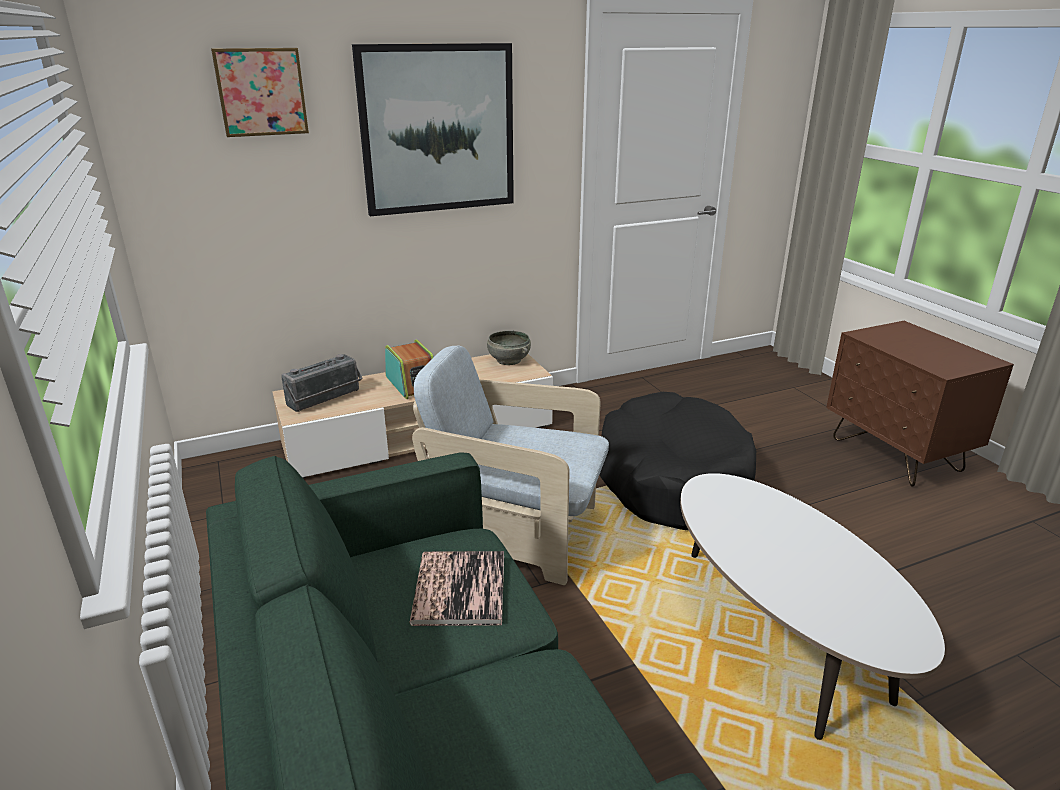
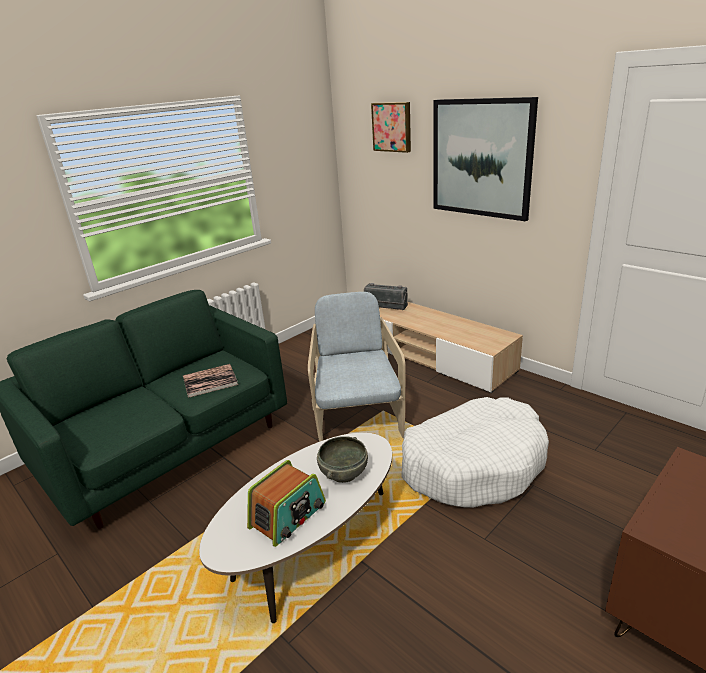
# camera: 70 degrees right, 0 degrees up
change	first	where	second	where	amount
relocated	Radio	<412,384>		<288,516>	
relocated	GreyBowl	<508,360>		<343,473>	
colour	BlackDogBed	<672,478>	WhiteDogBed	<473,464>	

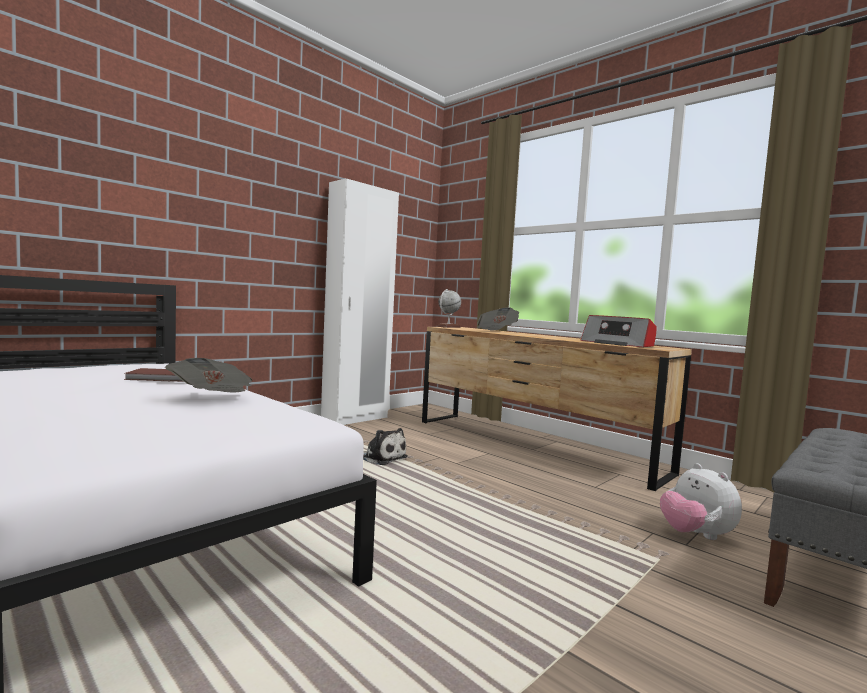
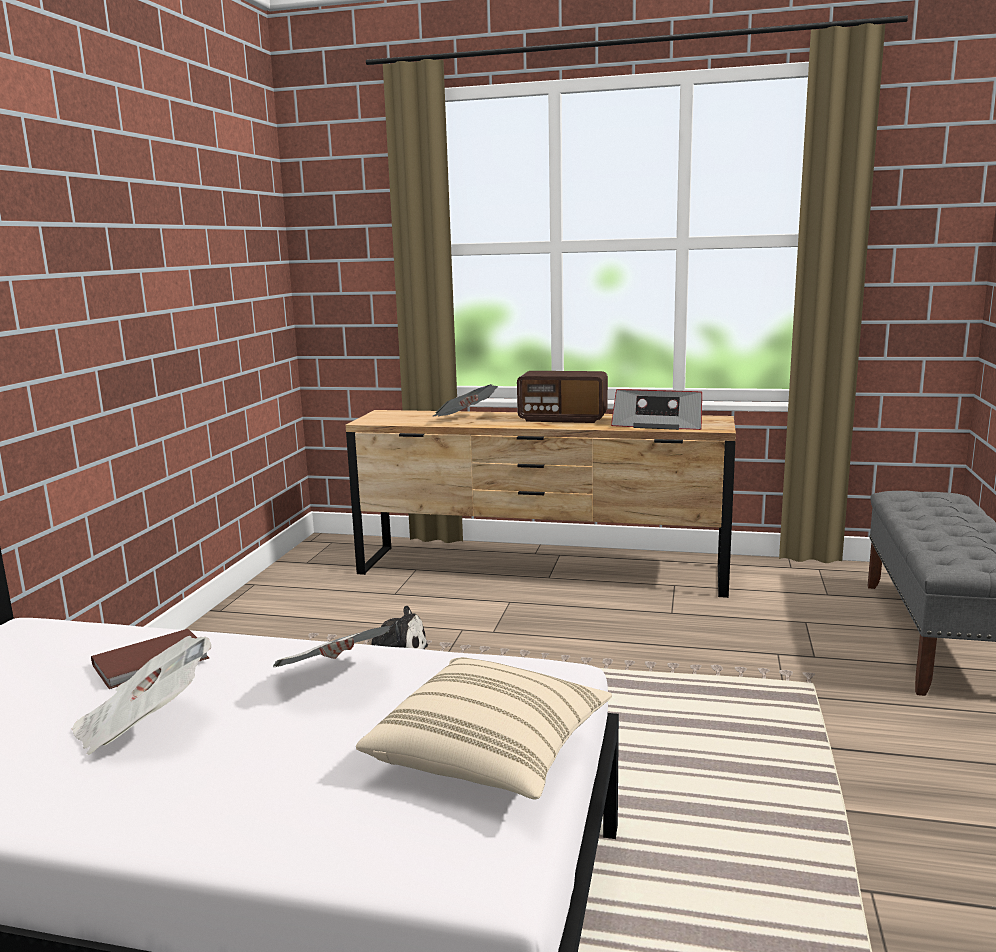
# camera: 30 degrees left, 10 degrees up
change	first	where	second	where	amount
missing	WhiteWardrobe	<355,419>			
missing	Globe	<448,327>			
missing	PlushToy	<696,535>			
appeared			Newspaper	<144,725>	
appeared			BeigePillow	<490,756>	
appeared			Radio	<563,419>	

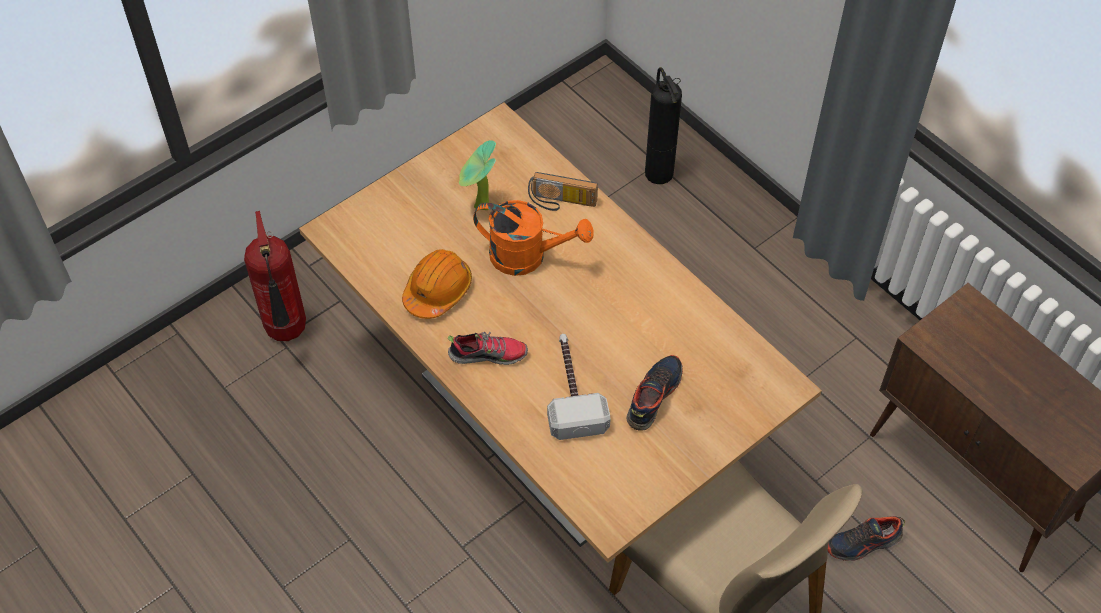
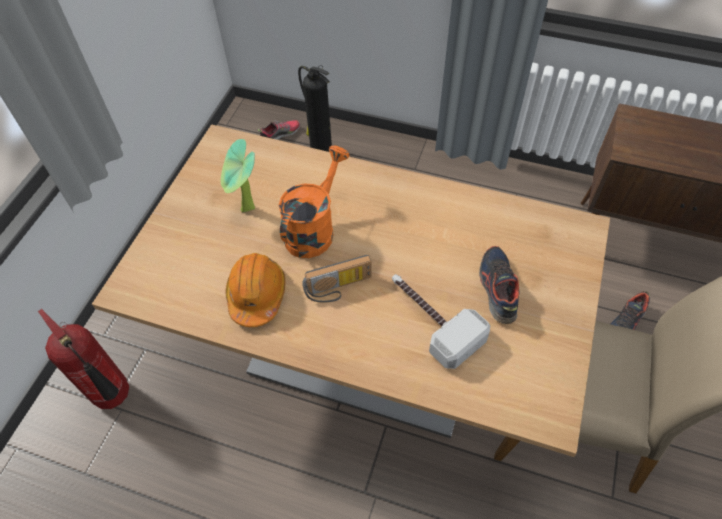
# camera: 30 degrees left, 0 degrees up
change	first	where	second	where	amount
relocated	Shoe	<488,354>		<280,134>	
relocated	Radio	<561,203>		<339,289>	
spun	OrangeWateringCan	<528,256>		<314,229>	45 degrees counterclockwise

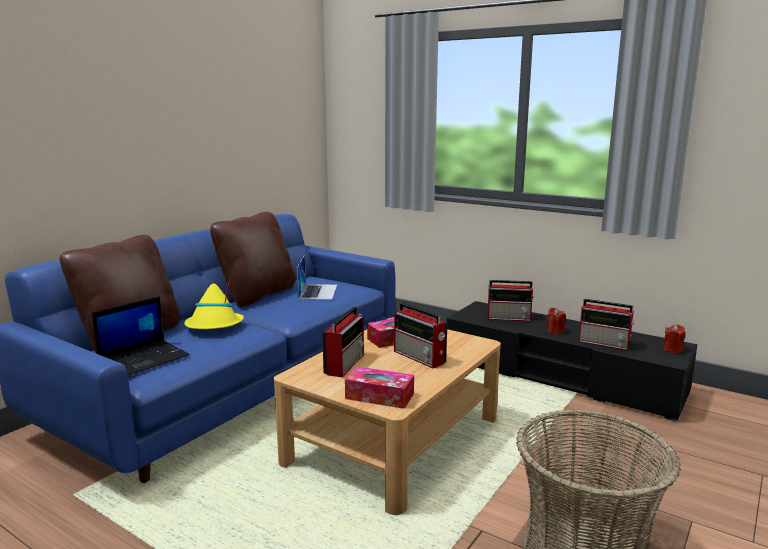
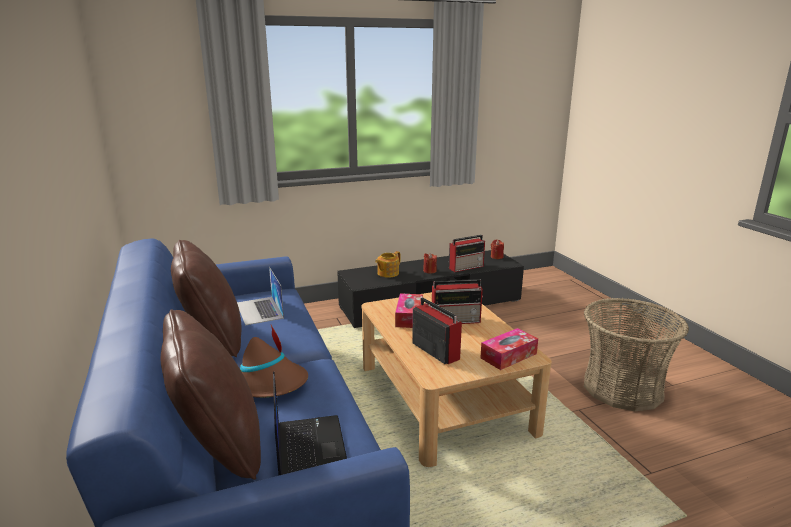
# camera: 55 degrees left, 5 degrees up
change	first	where	second	where	amount
exchanged	Radio	<509,318>	Teapot	<387,273>	
colour	YellowHat	<214,326>	BrownHat	<271,384>	
spun	Laptop	<317,291>		<259,310>	150 degrees counterclockwise

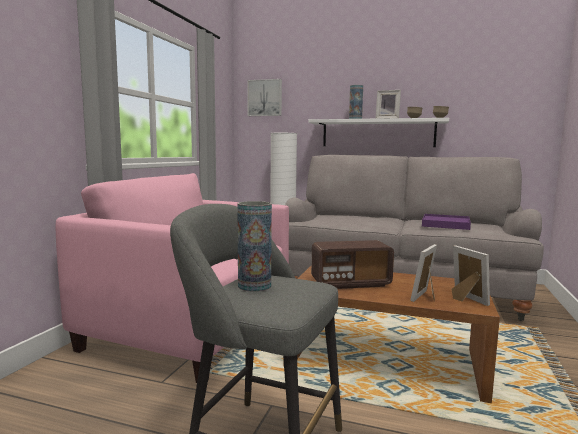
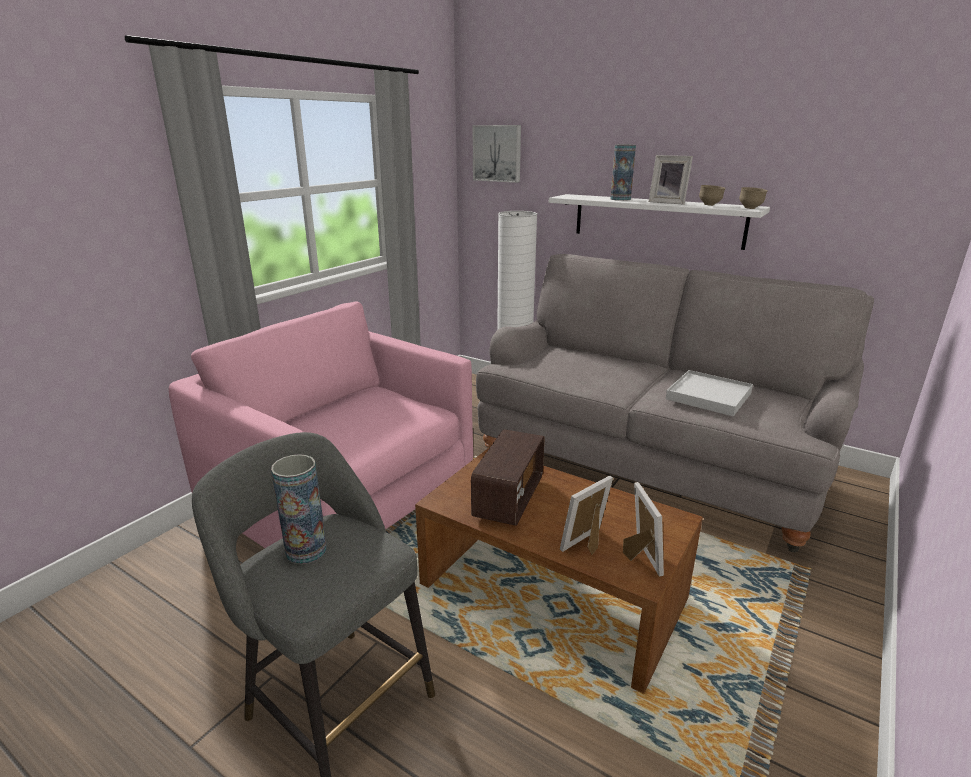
# camera: 15 degrees right, 15 degrees up
change	first	where	second	where	amount
colour	PurpleTray	<446,224>	WhiteTray	<709,396>	
spun	Radio	<350,283>		<508,498>	75 degrees counterclockwise

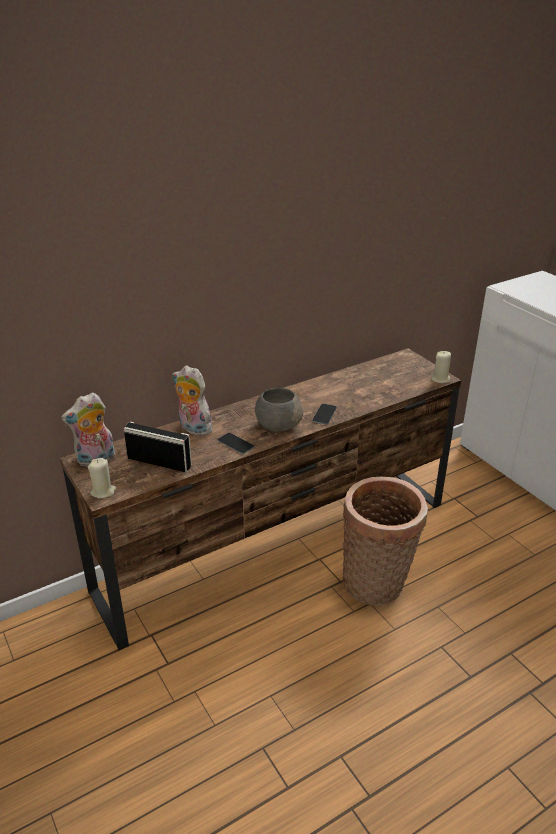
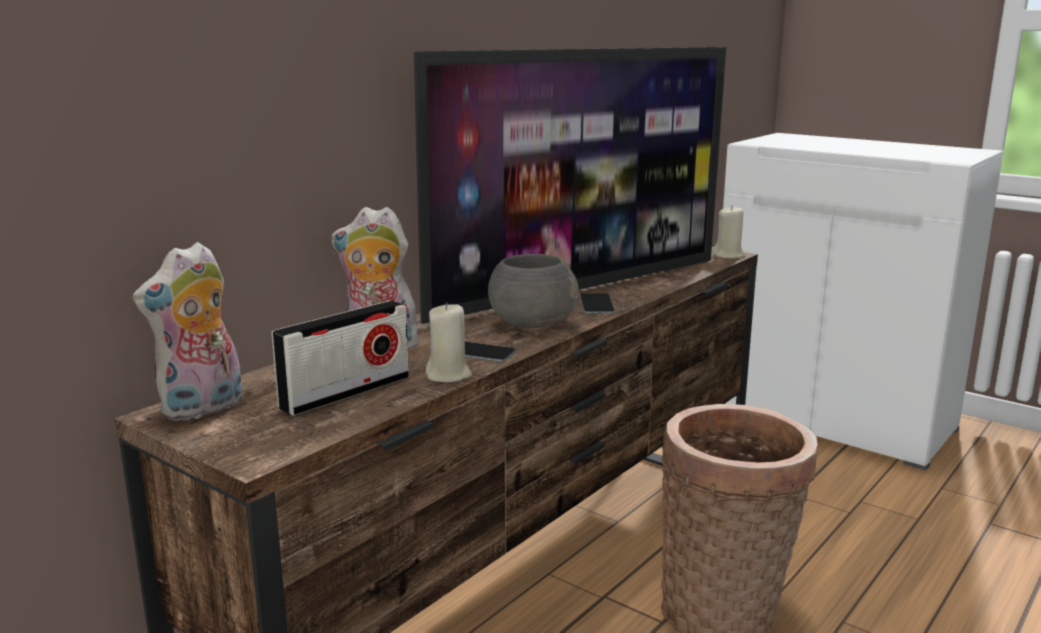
# camera: 20 degrees left, 15 degrees down
change	first	where	second	where	amount
appeared			Television	<579,288>	
relocated	BeigeCandle	<103,491>		<449,375>	
spun	Radio	<159,462>		<346,393>	135 degrees clockwise

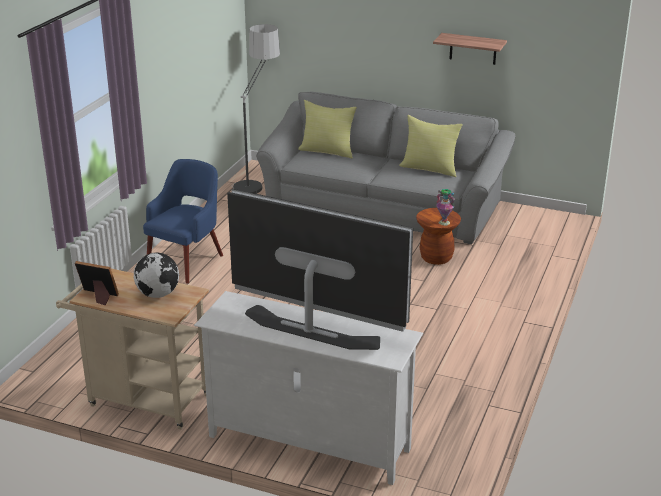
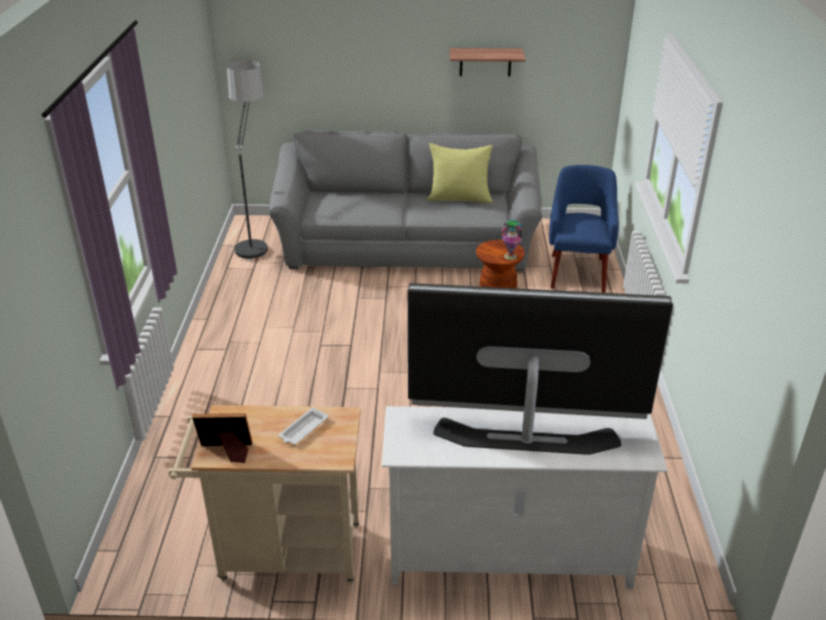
# camera: 20 degrees left, 5 degrees up
change	first	where	second	where	amount
missing	YellowPillow	<328,151>			
relocated	BlueArmchair	<187,262>		<577,271>	
exchanged	Globe	<158,294>	WhiteTray	<303,430>	

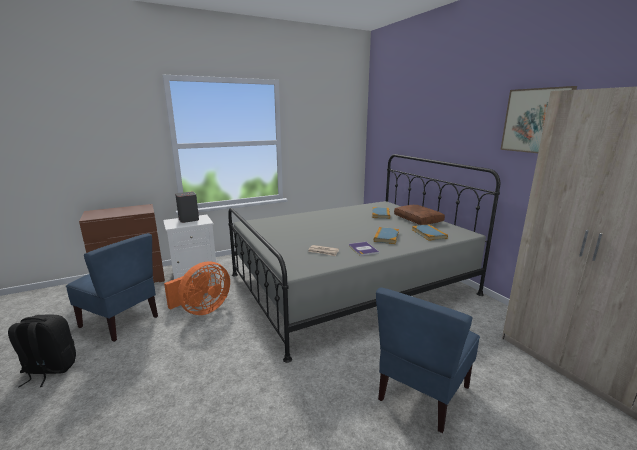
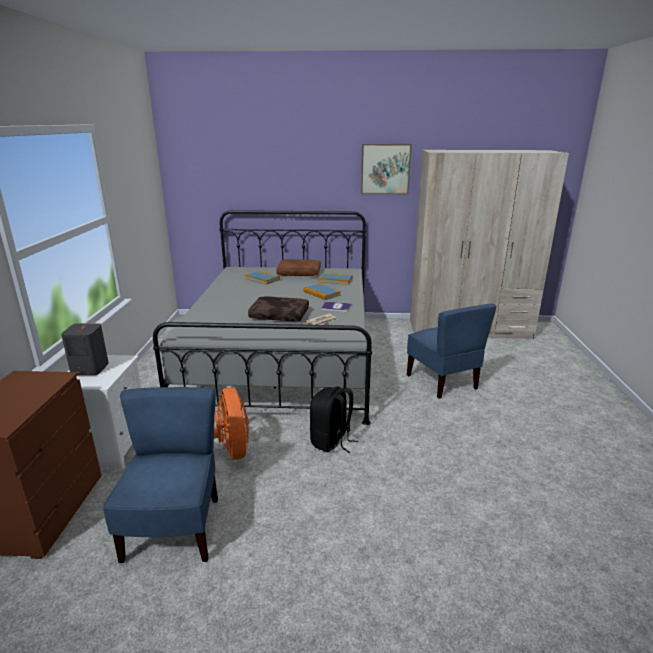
# camera: 60 degrees left, 5 degrees up
change	first	where	second	where	amount
appeared			BrownPillow	<280,315>	
relocated	BlackBackpack	<49,370>		<331,441>	
spun	BlueChair	<121,321>		<175,529>	60 degrees counterclockwise

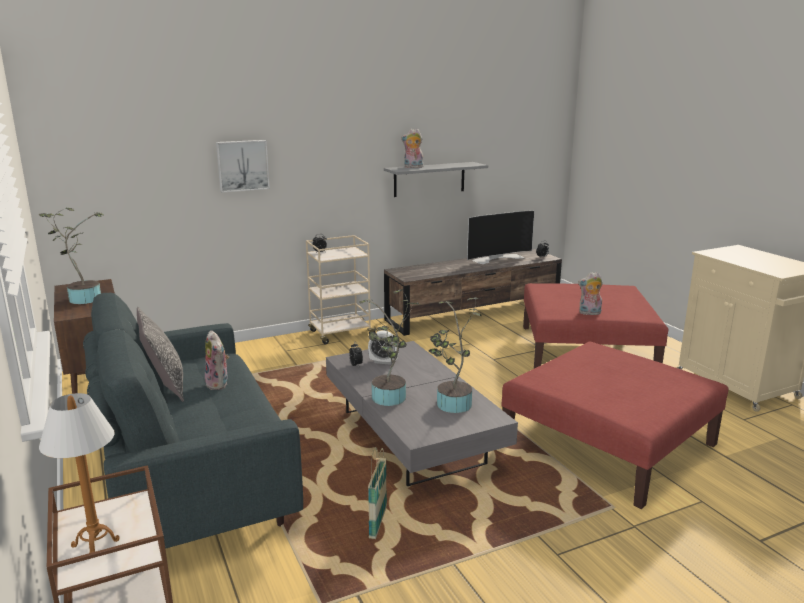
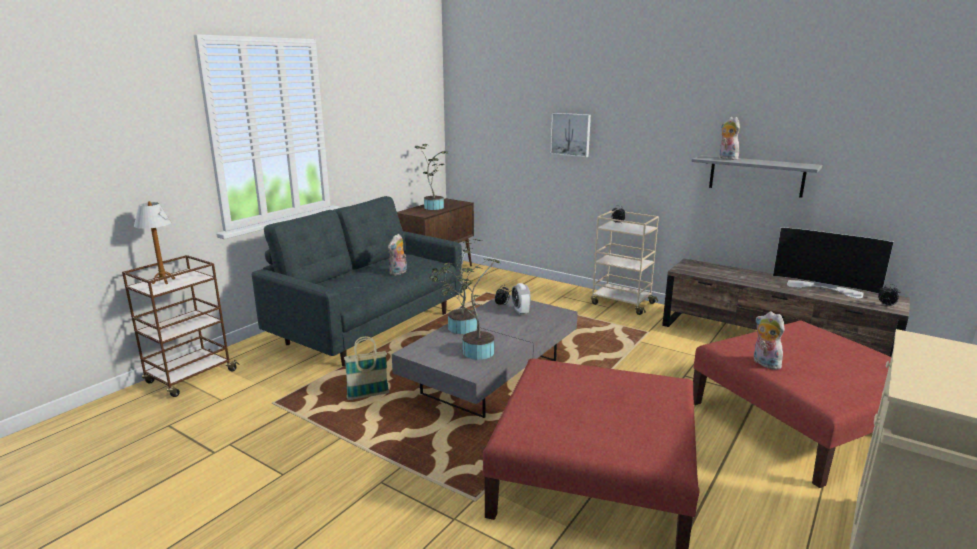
# camera: 60 degrees right, 0 degrees up
change	first	where	second	where	amount
missing	Pillow	<165,387>			

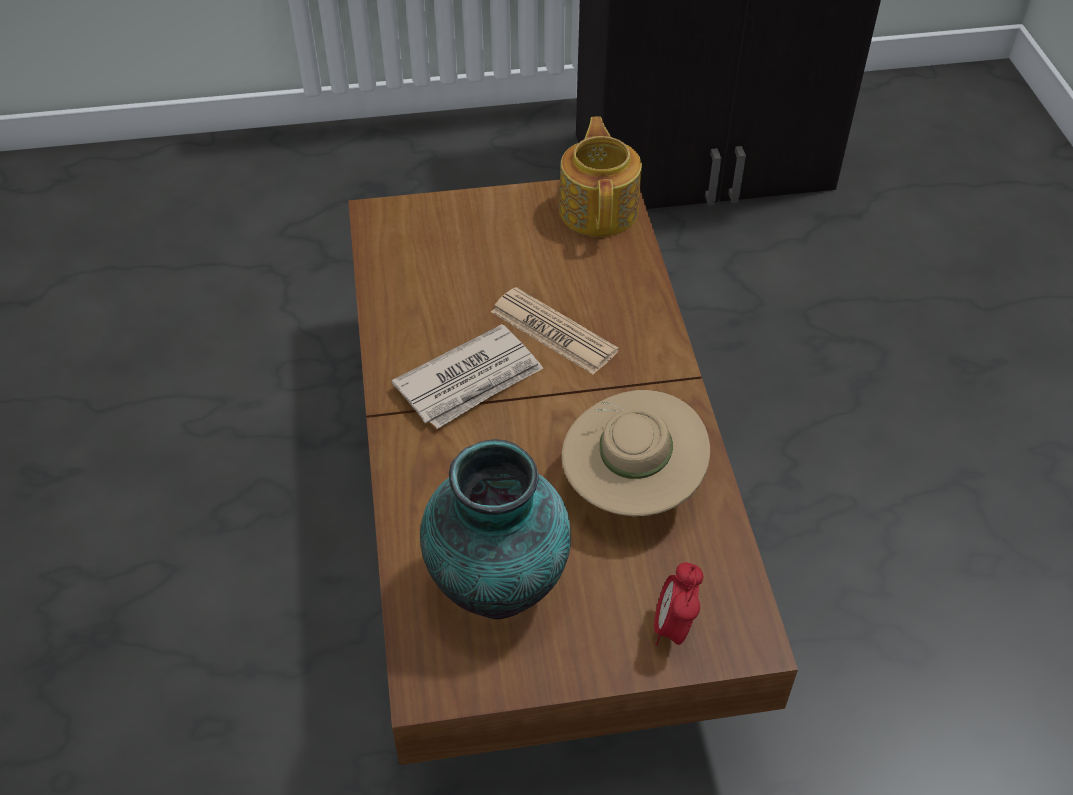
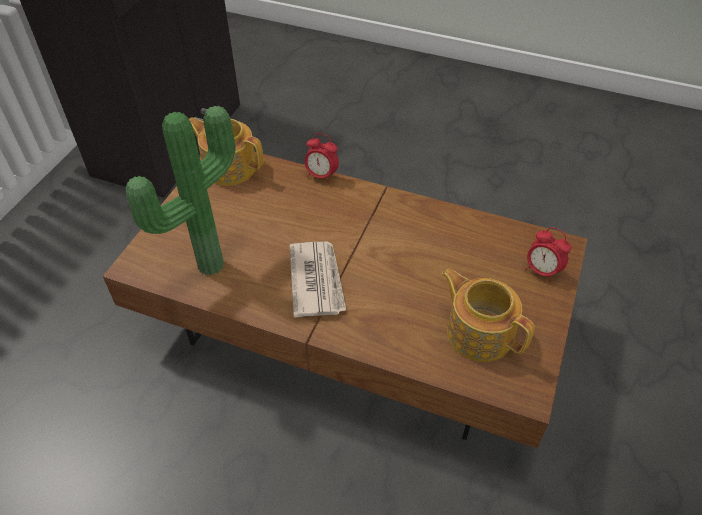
# camera: 60 degrees left, 0 degrees up
change	first	where	second	where	amount
missing	Newspaper	<553,332>			
missing	BeigeHat	<631,486>			
appeared			PottedPlant	<207,263>	
appeared			AlarmClock	<321,176>	
exchanged	Vase	<499,589>	Teapot	<479,332>	

